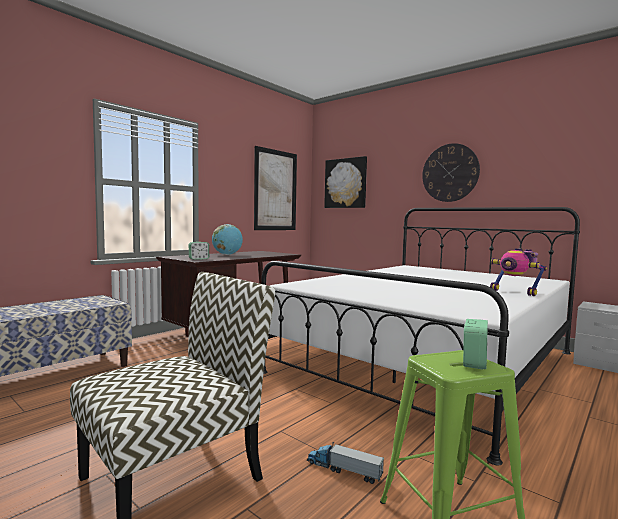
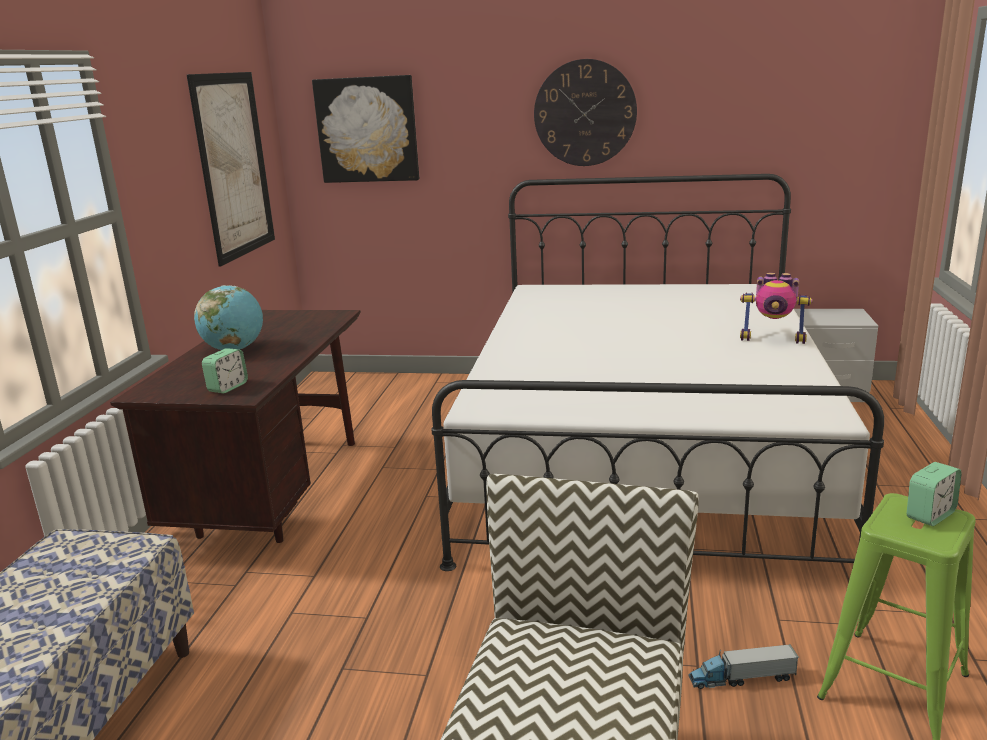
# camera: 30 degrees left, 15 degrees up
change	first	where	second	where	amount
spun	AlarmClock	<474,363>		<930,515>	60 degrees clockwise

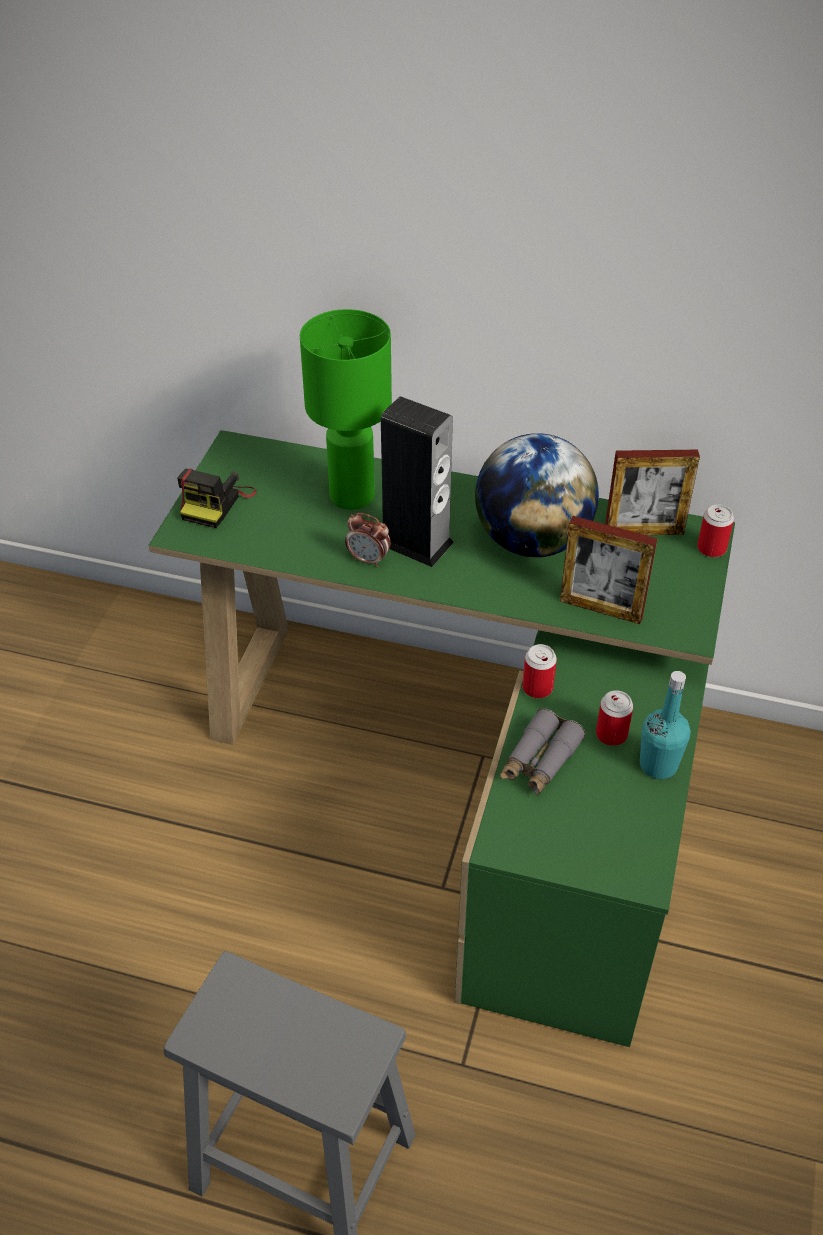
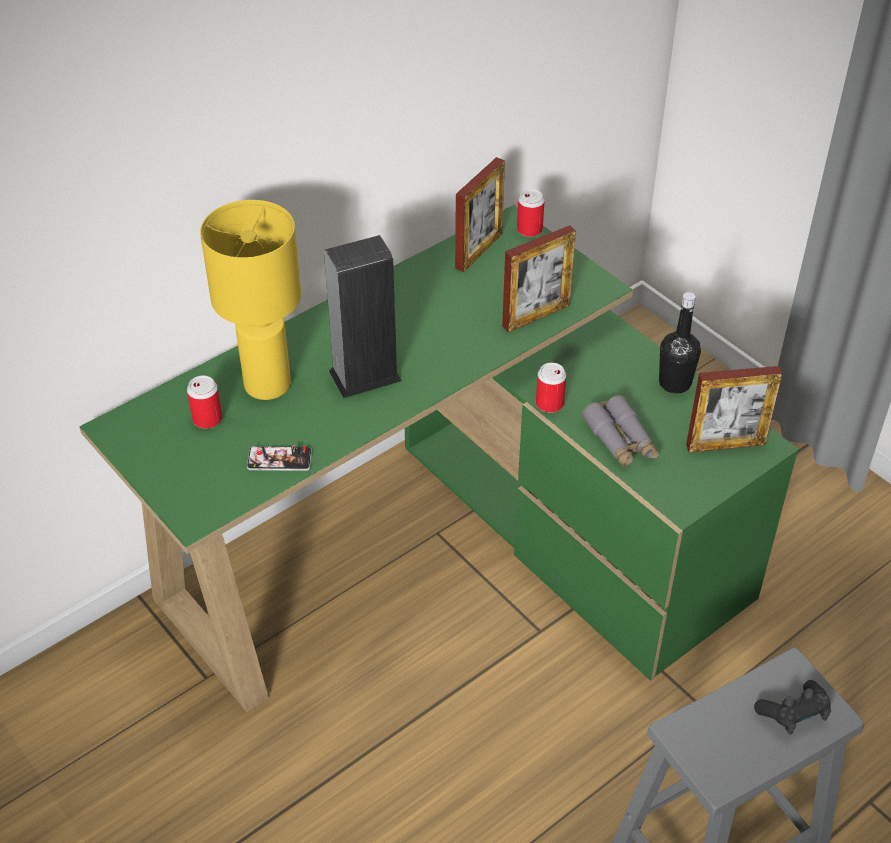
# camera: 55 degrees left, 0 degrees up
change	first	where	second	where	amount
missing	PhotoCamera	<216,503>			
missing	AlarmClock	<368,560>			
missing	Globe	<532,541>			
appeared			Phone	<279,459>	
appeared			PictureFrame	<725,444>	
appeared			BlackGameController	<793,714>	
relocated	Can	<611,734>		<207,419>	
colour	GreenTableLamp	<351,495>	YellowTableLamp	<266,385>	
colour	TurquoiseBottle	<658,765>	BlackBottle	<674,383>	

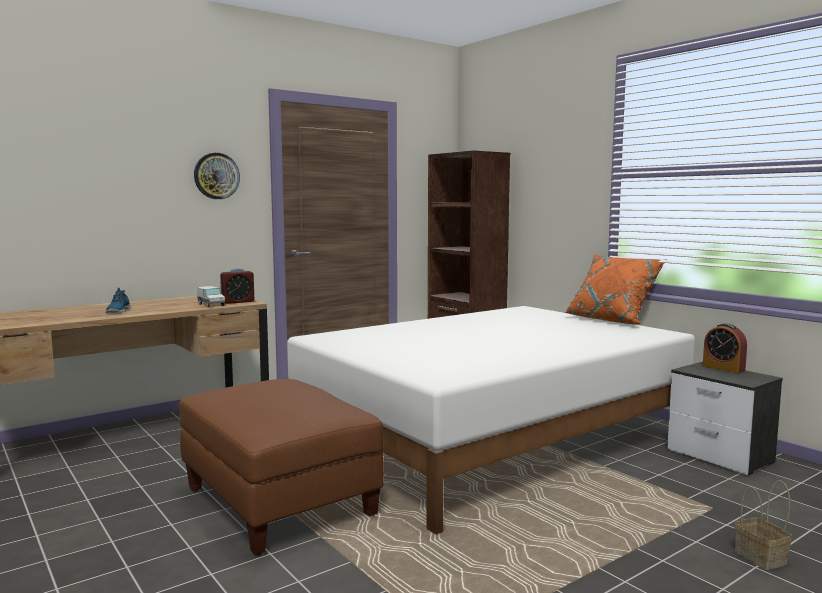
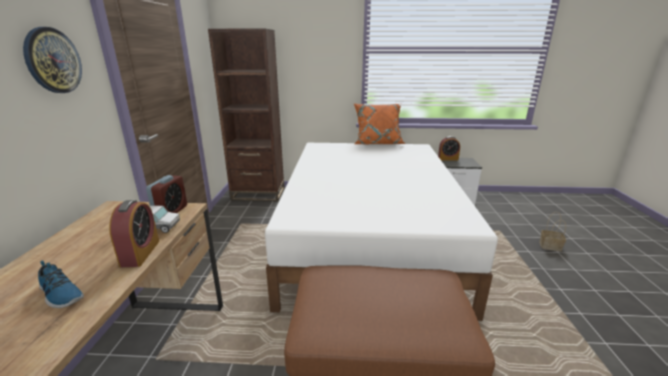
# camera: 50 degrees left, 15 degrees up
change	first	where	second	where	amount
appeared			AlarmClock	<140,253>	

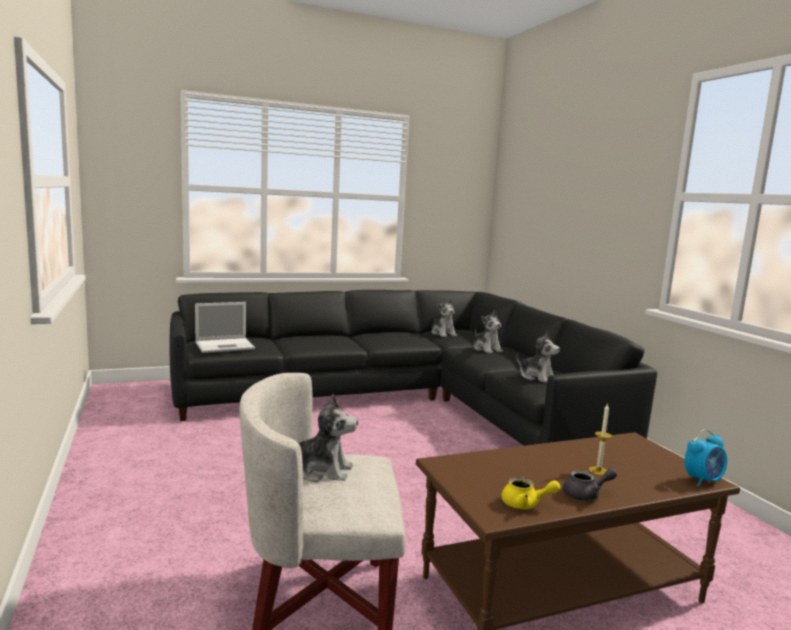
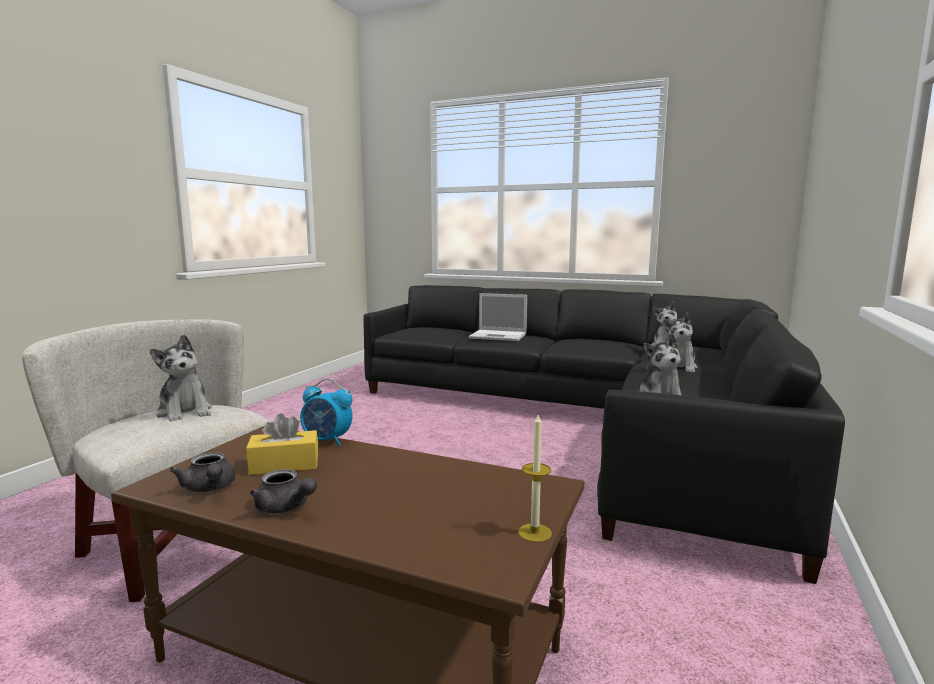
# camera: 45 degrees right, 0 degrees up
change	first	where	second	where	amount
appeared			YellowTissueBox	<284,465>	
relocated	Laptop	<226,346>		<499,336>	
relocated	Candle	<598,471>		<534,533>	
relocated	AlarmClock	<703,480>		<327,441>	
colour	YellowTeapot	<525,504>	GreyTeapot	<210,488>	

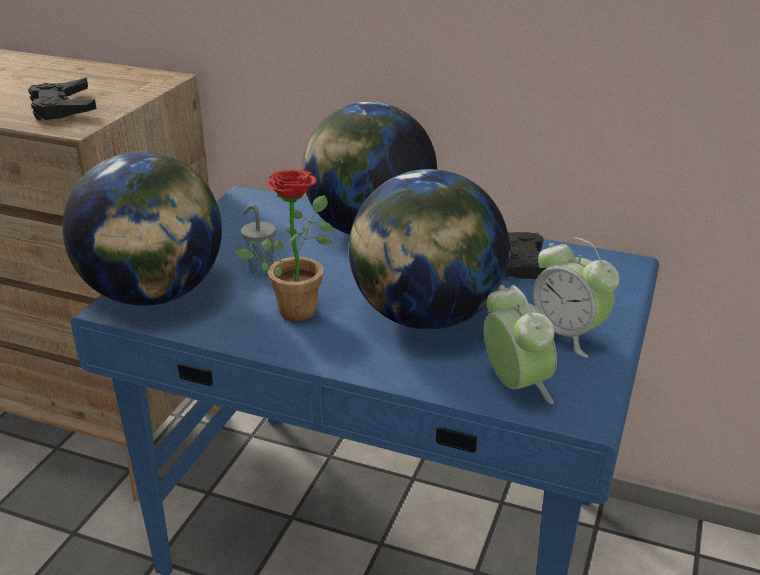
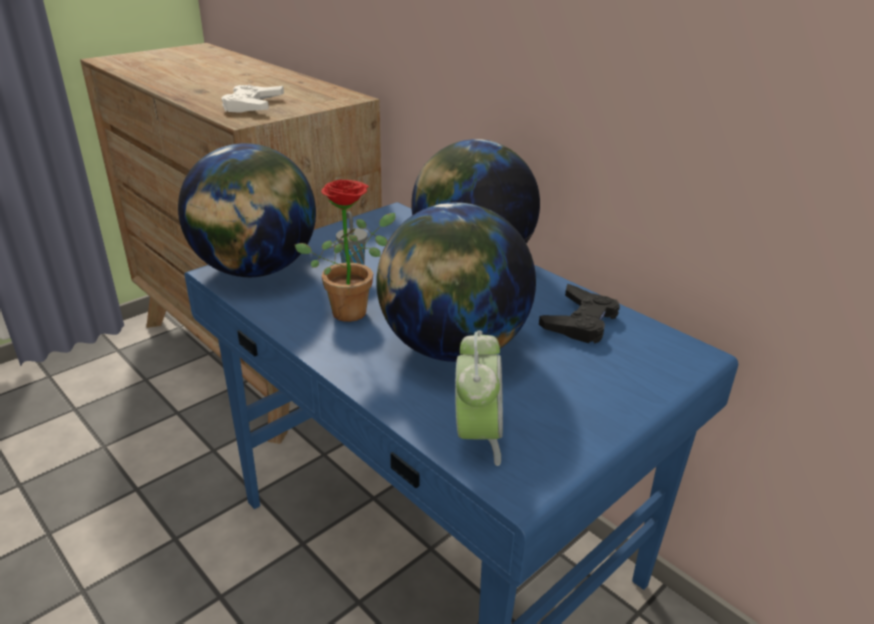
# camera: 25 degrees right, 0 degrees up
change	first	where	second	where	amount
missing	AlarmClock	<567,334>			
colour	BlackGameController	<63,107>	WhiteGameController	<253,105>	

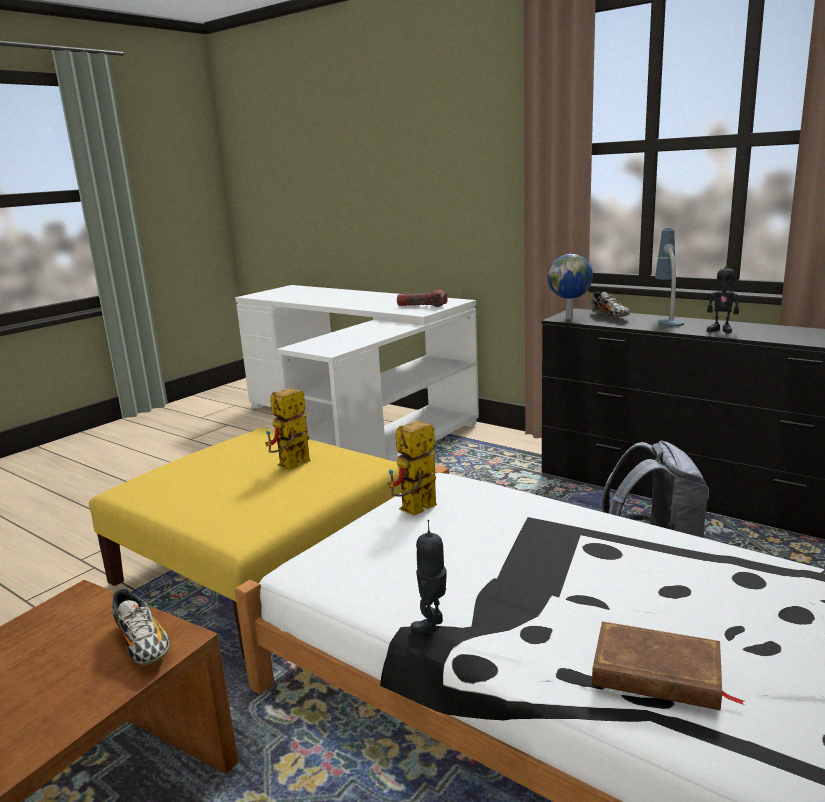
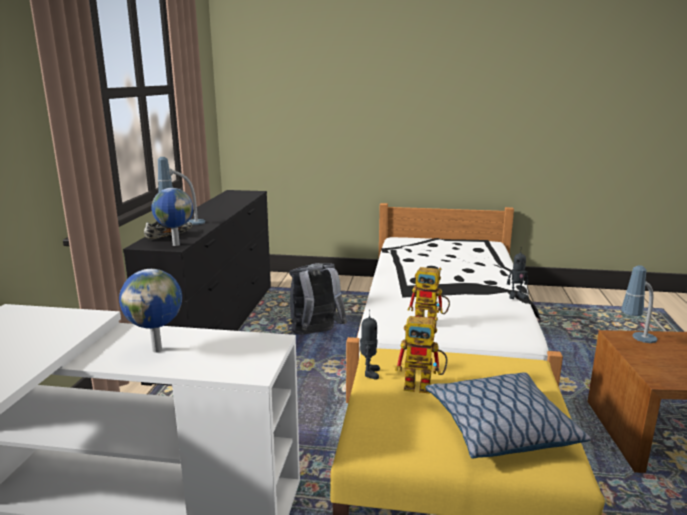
# camera: 120 degrees left, 0 degrees up
change	first	where	second	where	amount
missing	Flashlight	<422,306>			
missing	BrownBook	<657,673>			
appeared			Globe	<158,349>	
appeared			Pillow	<499,428>	
relocated	ToyRobot	<720,330>		<369,373>	
exchanged	Shoe	<143,644>	TableLamp	<635,342>	

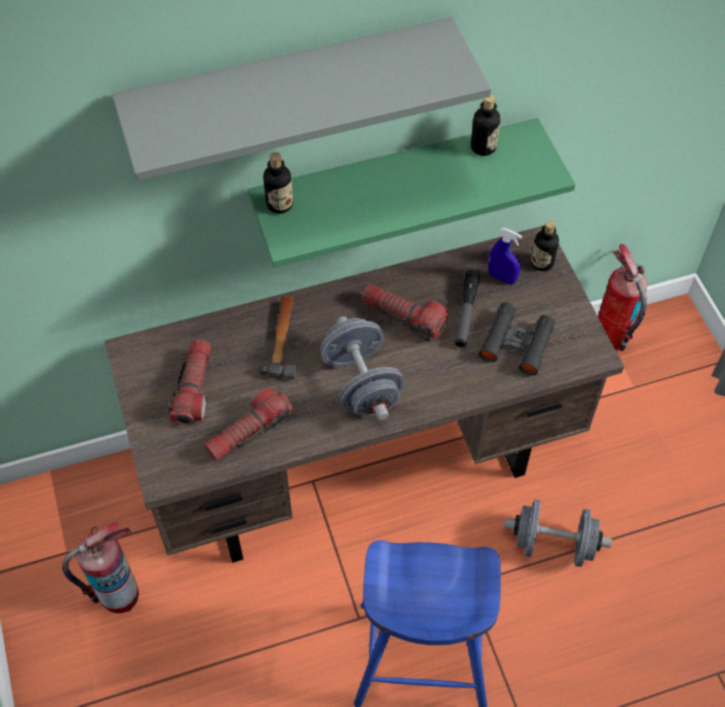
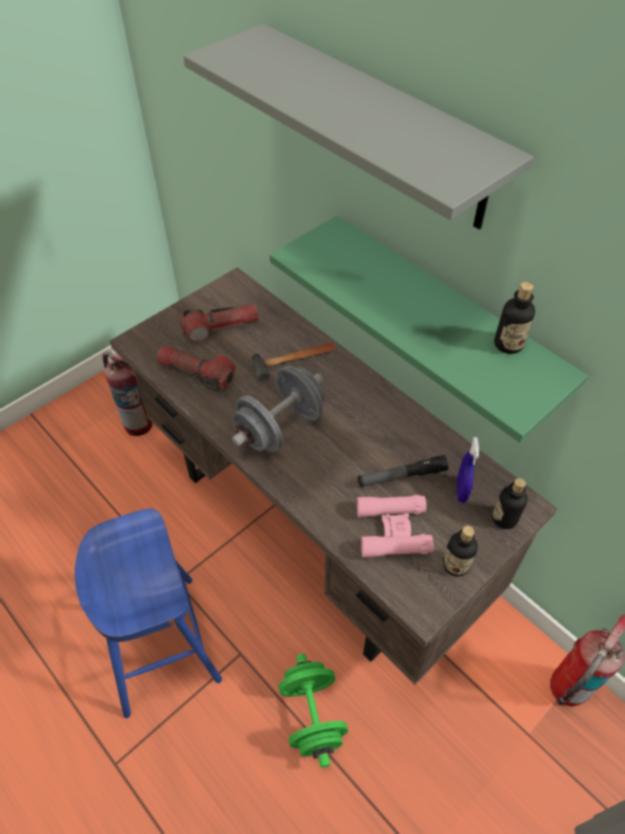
# camera: 65 degrees right, 5 degrees down
change	first	where	second	where	amount
missing	Flashlight	<404,317>			
relocated	Bottle	<279,204>		<456,564>	
colour	BlackBinoculars	<516,343>	PinkBinoculars	<393,530>	
colour	GreyDumbbell	<553,544>	GreenDumbbell	<312,716>	

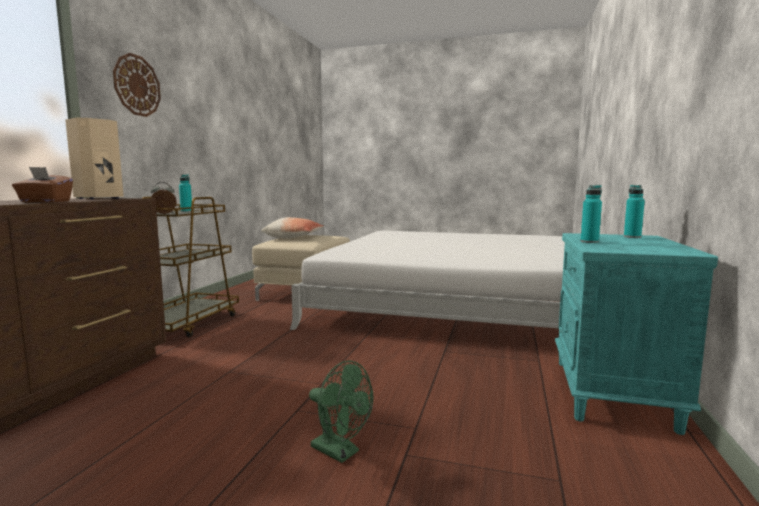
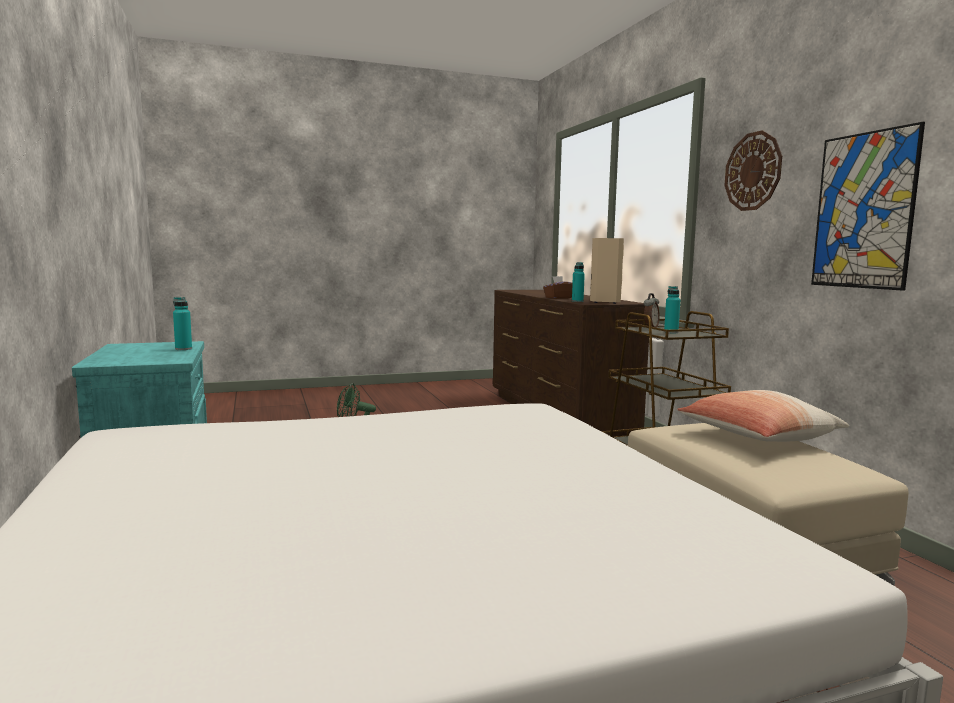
# camera: 145 degrees right, 0 degrees up
change	first	where	second	where	amount
appeared			Picture	<863,211>	
relocated	TurquoiseBottle	<632,237>		<577,301>	

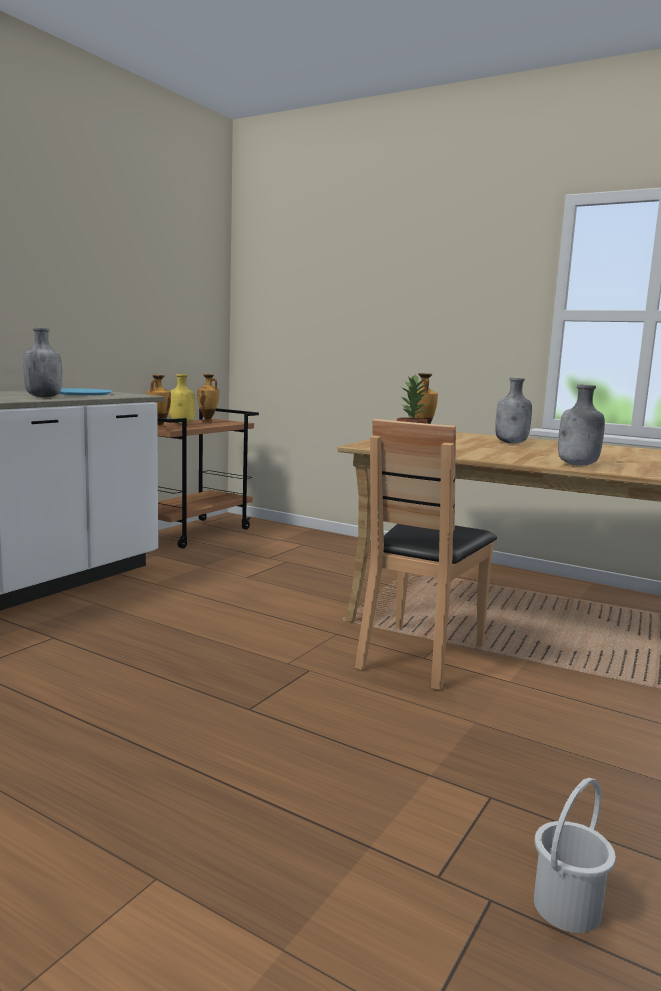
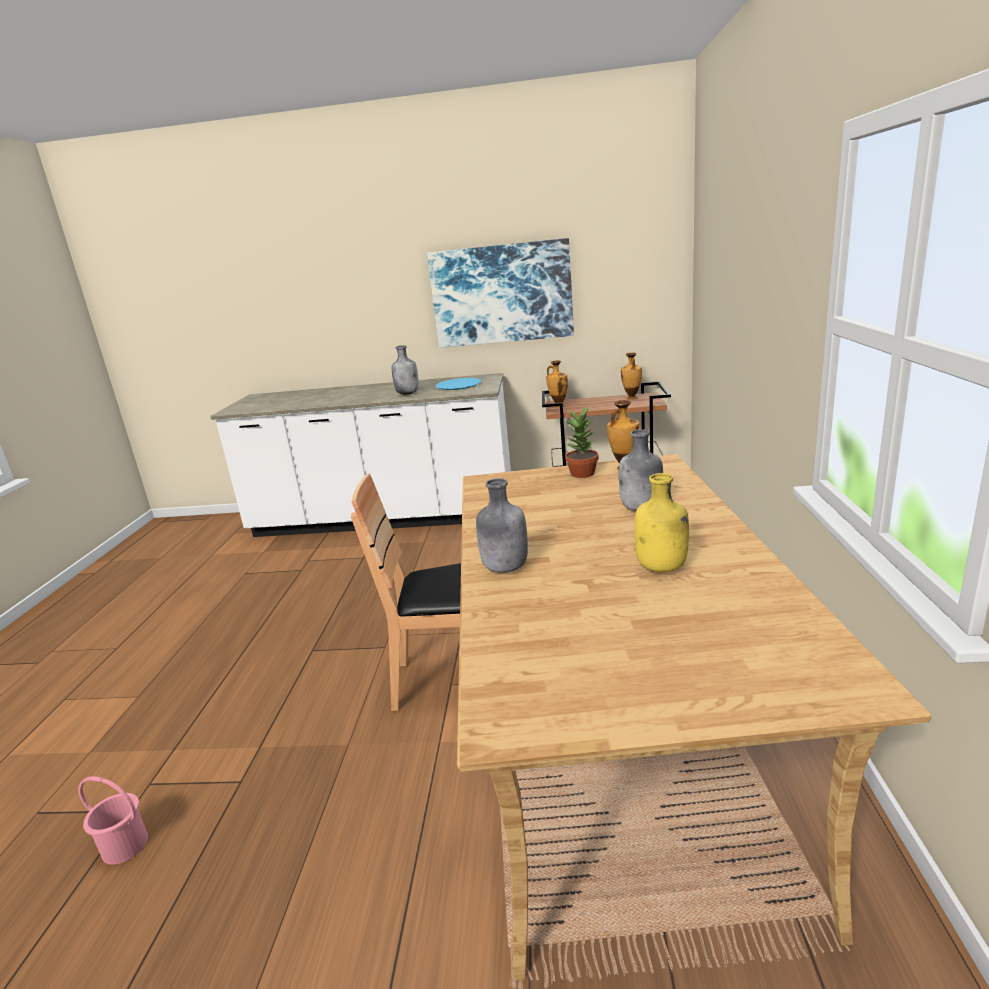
# camera: 65 degrees right, 10 degrees up
change	first	where	second	where	amount
appeared			Picture	<501,294>	
relocated	YellowBottle	<182,423>		<662,568>	
colour	WhiteBucket	<565,906>	PinkBucket	<125,845>	

